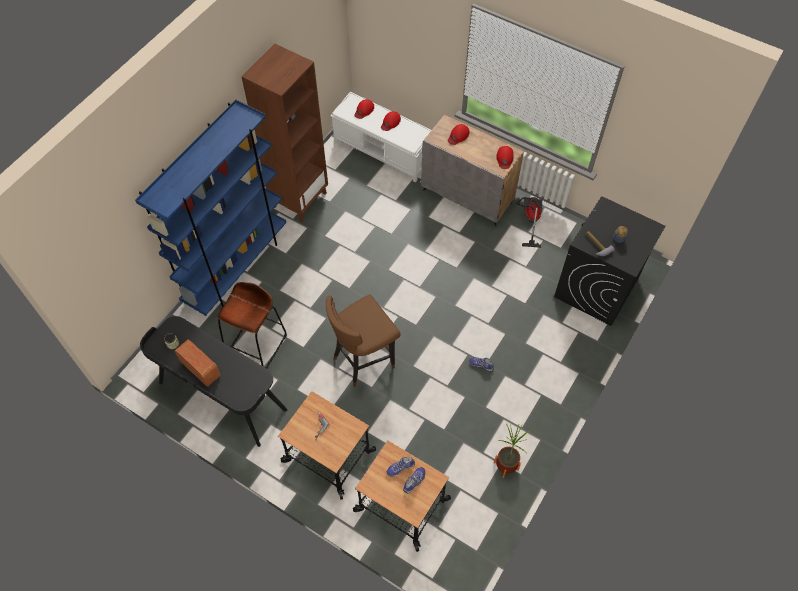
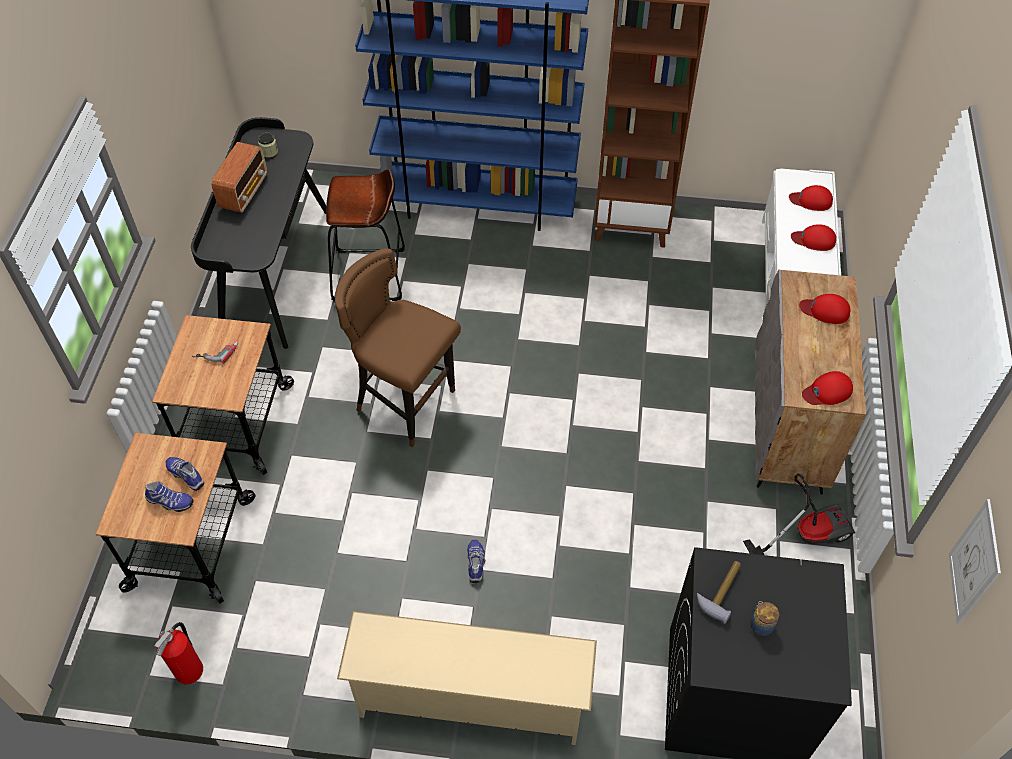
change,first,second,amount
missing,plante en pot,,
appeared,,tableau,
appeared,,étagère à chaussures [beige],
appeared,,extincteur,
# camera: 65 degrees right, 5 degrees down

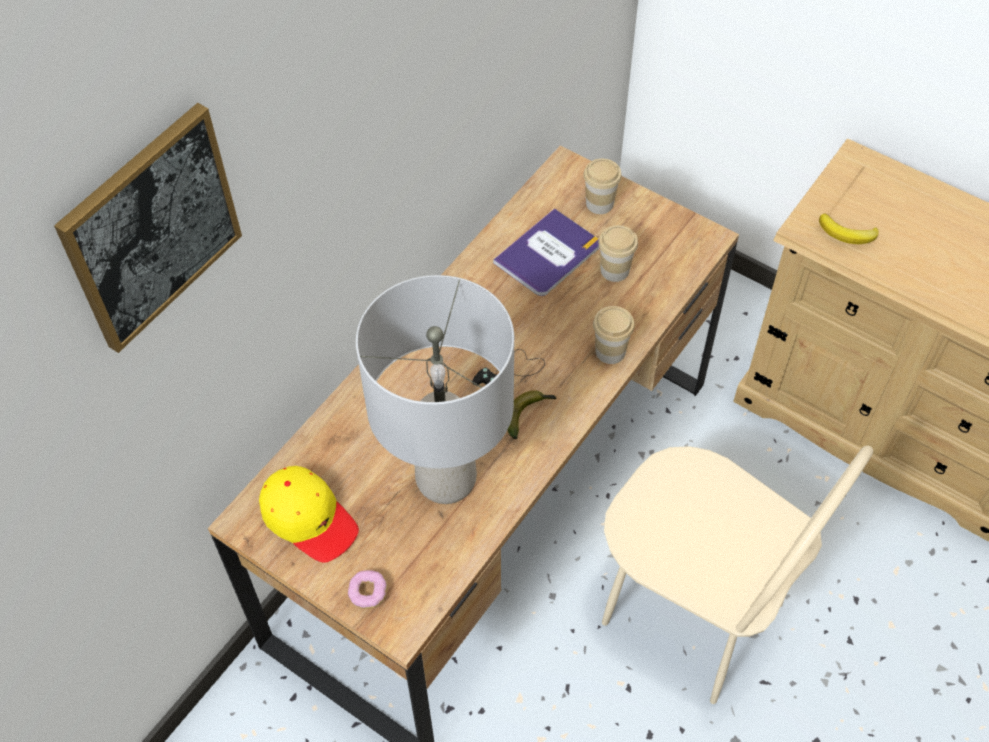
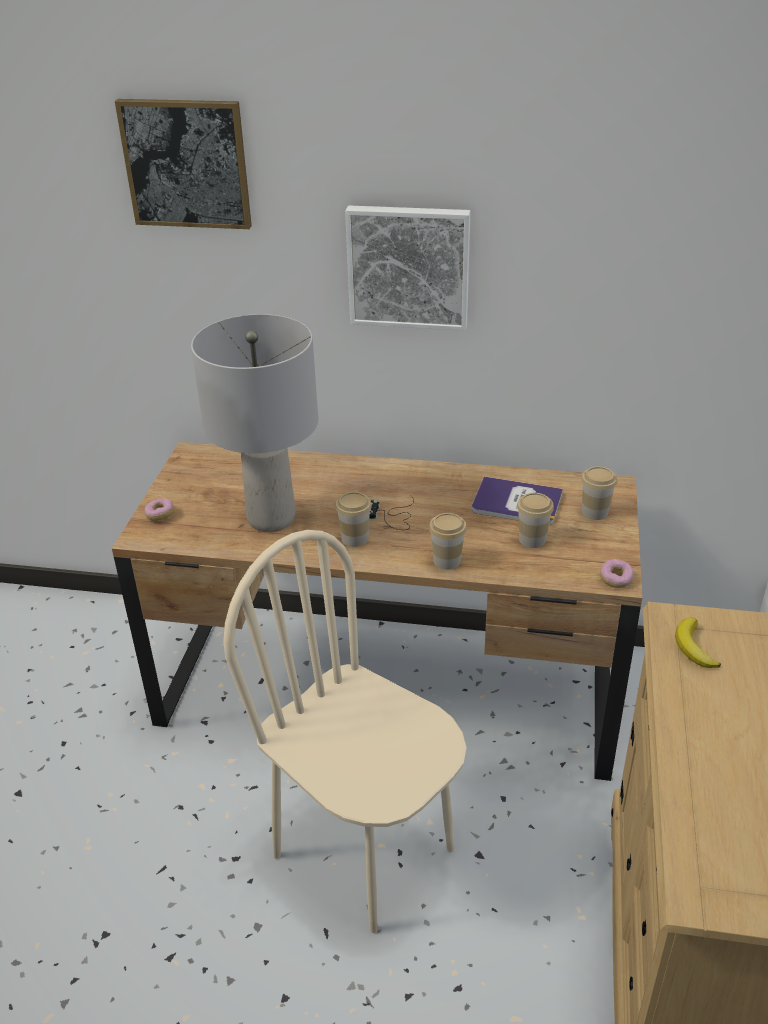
change,first,second,amount
exchanged,banane (no. 1 from left),tasse (no. 1 from left),
spun,chaise [beige],,120 degrees clockwise
missing,casquette [jaune],,
appeared,,tableau (no. 2 from left),
appeared,,beignet (no. 2 from left),
# camera: 65 degrees right, 20 degrees down

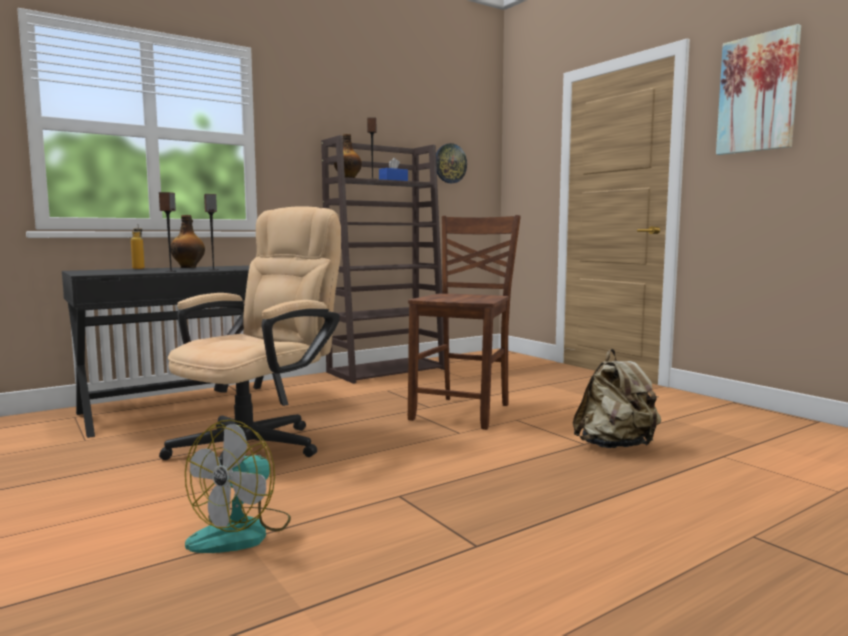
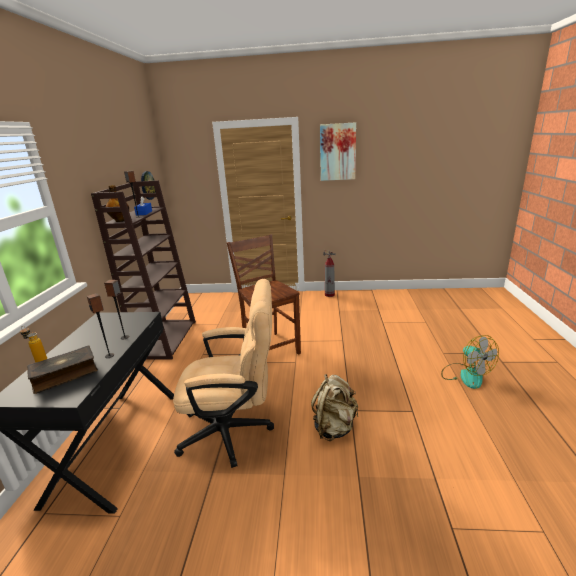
change,first,second,amount
spun,chaise de bureau [beige],,105 degrees clockwise
missing,bouteille (no. 2 from left),,
relocated,sac à dos [beige],,
relocated,ventilateur,,
appeared,,extincteur,
appeared,,livre,
# camera: 50 degrees left, 15 degrees up

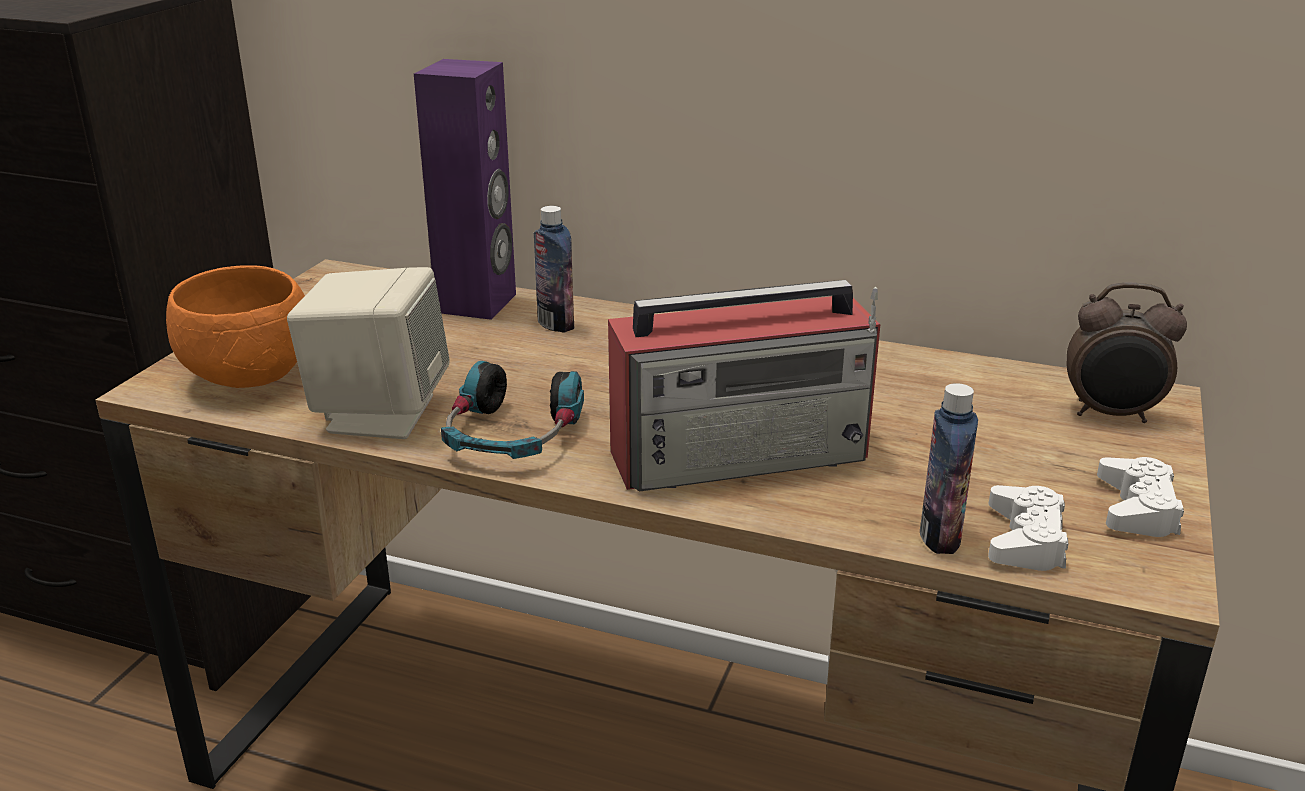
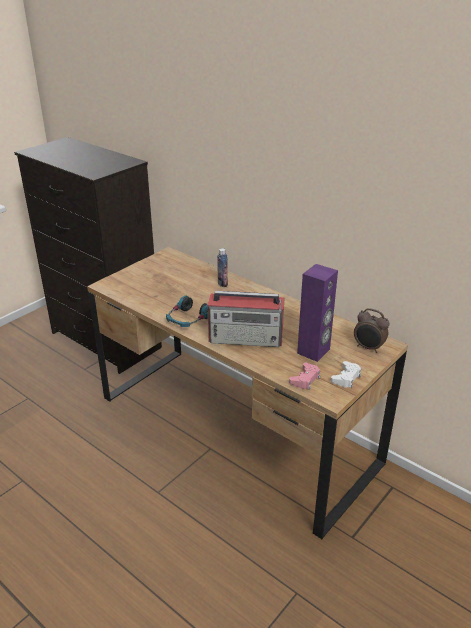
change,first,second,amount
relocated,enceinte [violet],,
missing,bol [orange],,
missing,enceinte [beige],,
missing,bouteille (no. 2 from left),,
colour,manette [blanc] (no. 1 from left),manette [rose],
# camera: 20 degrees right, 5 degrees up

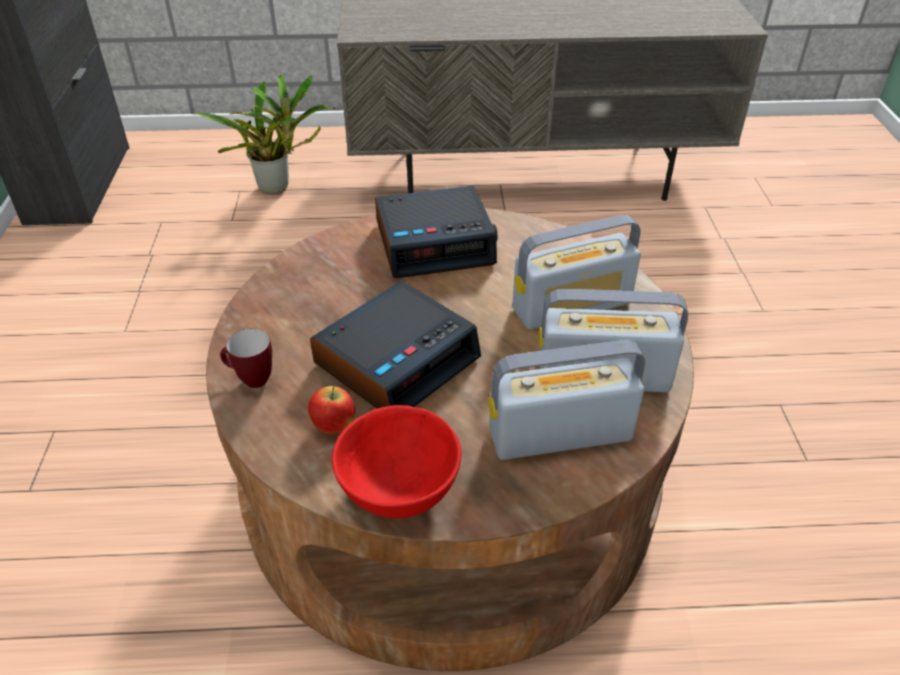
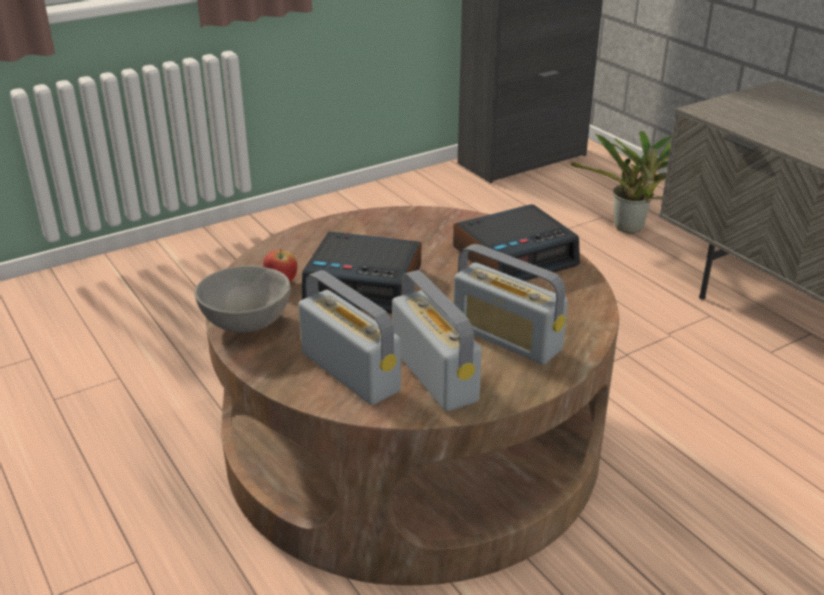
change,first,second,amount
spun,réveil (no. 2 from left),,75 degrees counterclockwise
missing,mug,,
colour,bol [rouge],bol [gris],
# camera: 60 degrees right, 10 degrees down

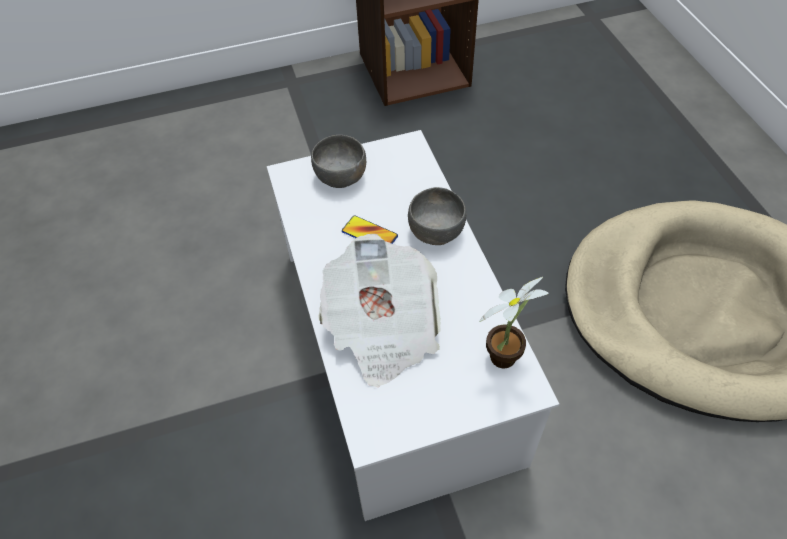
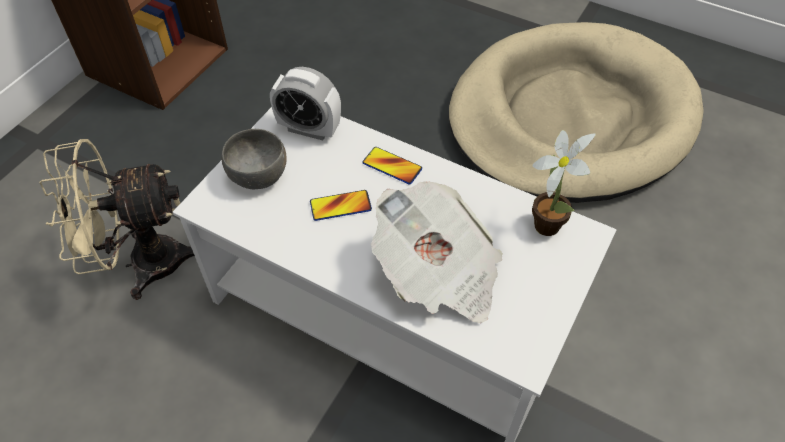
change,first,second,amount
exchanged,bol [gris] (no. 2 from left),téléphone (no. 2 from left),
appeared,,réveil,
appeared,,ventilateur [beige],
# camera: 45 degrees left, 0 degrees up

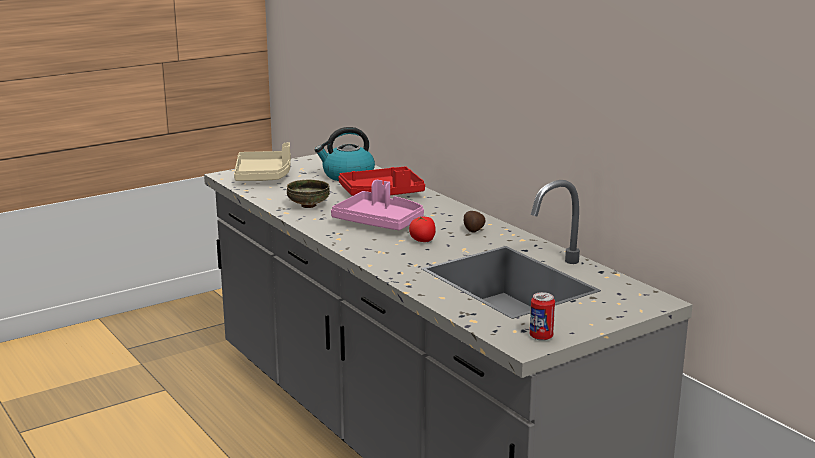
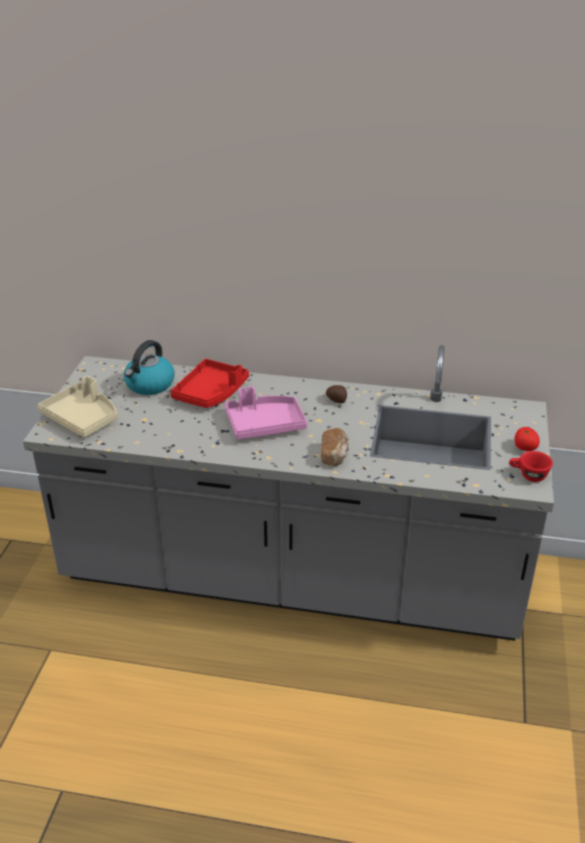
change,first,second,amount
missing,bol,,
relocated,tomate,,
exchanged,boîte métallique,tasse [rouge],
appeared,,pain,
# camera: 45 degrees left, 15 degrees up

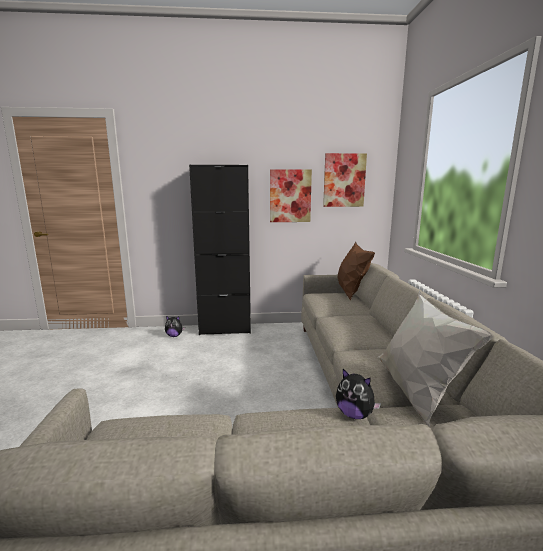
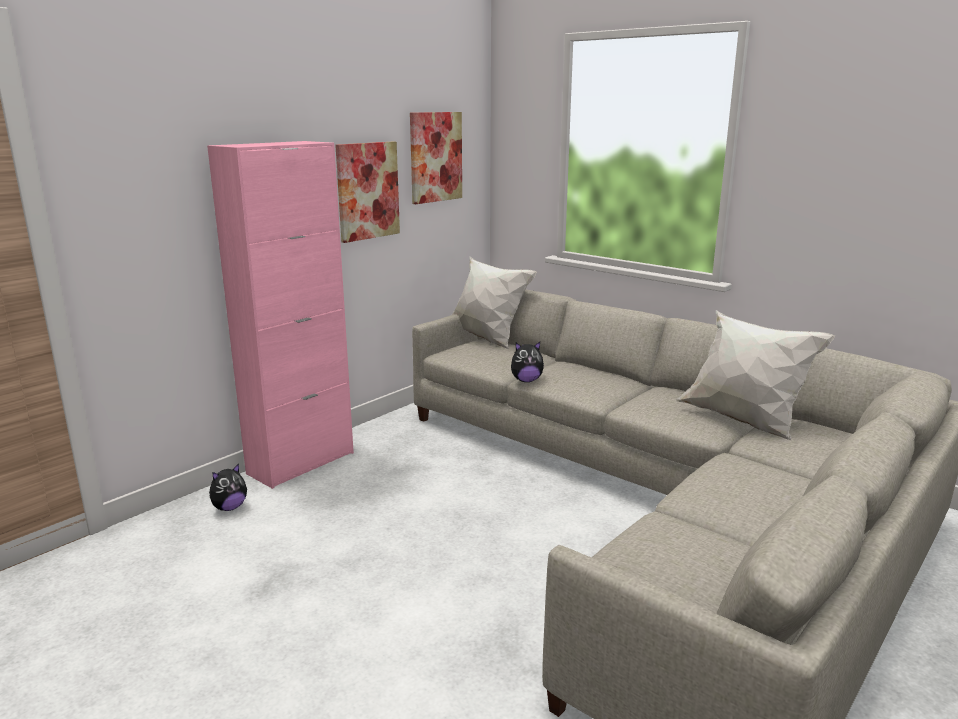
change,first,second,amount
colour,meuble de rangement [noir],meuble de rangement [rose],
colour,coussin [marron],coussin [blanc] (no. 1 from left),
relocated,peluche (no. 2 from left),,
# camera: 45 degrees left, 5 degrees up

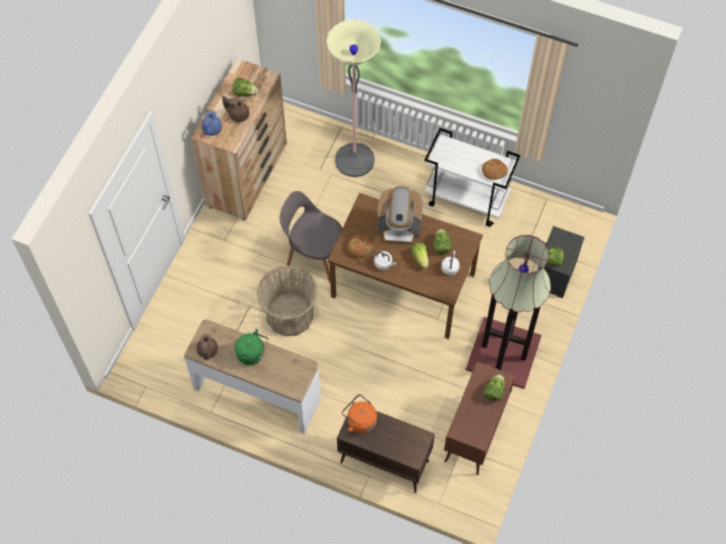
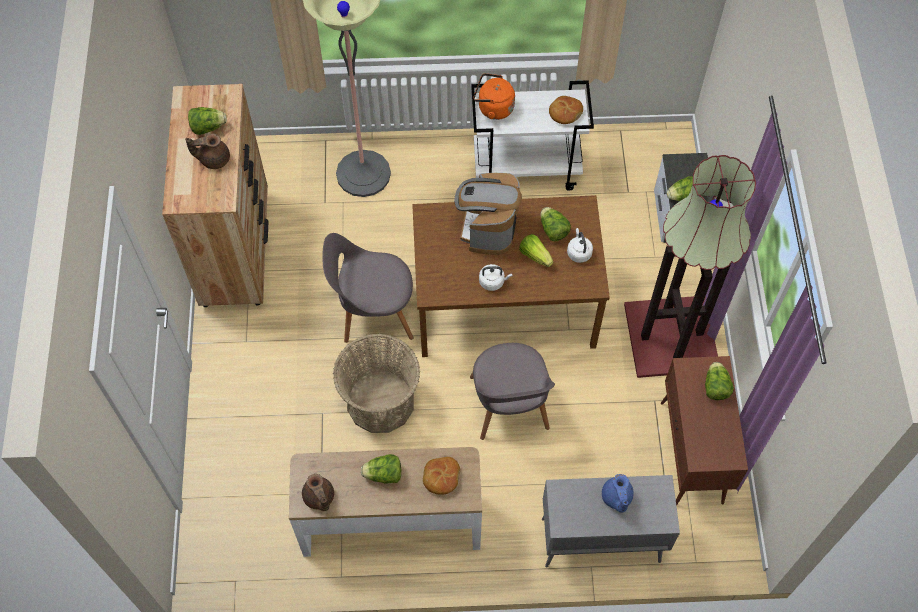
change,first,second,amount
relocated,théière [bleu],,
spun,machine à café,,120 degrees clockwise
relocated,pain (no. 1 from left),,
exchanged,bouilloire [vert],laitue (no. 2 from left),
relocated,bouilloire [orange],,
colour,meuble de rangement [marron] (no. 1 from left),meuble de rangement [gris],
appeared,,chaise [gris] (no. 2 from left),
# camera: 25 degrees left, 0 degrees up

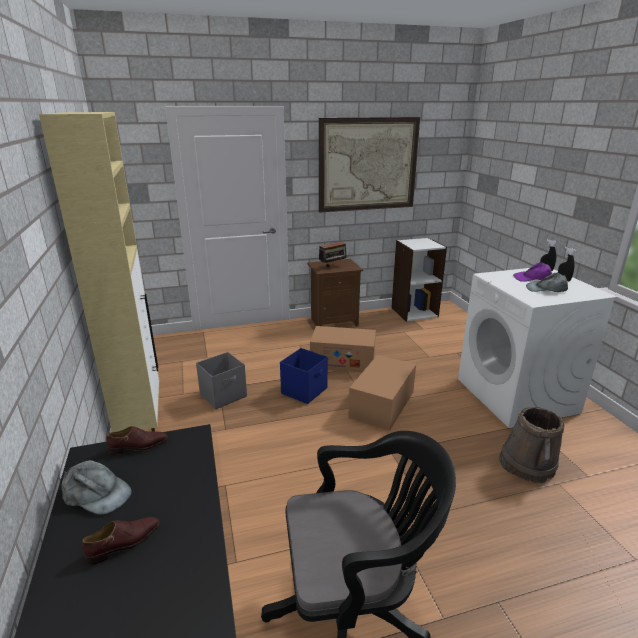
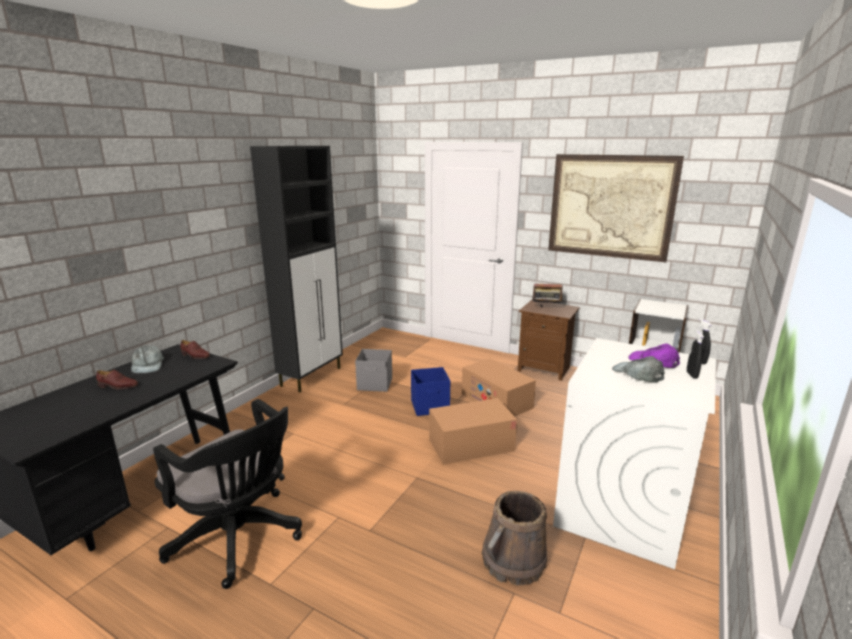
change,first,second,amount
colour,meuble de rangement [beige],meuble de rangement [noir],
# camera: 45 degrees right, 5 degrees down

